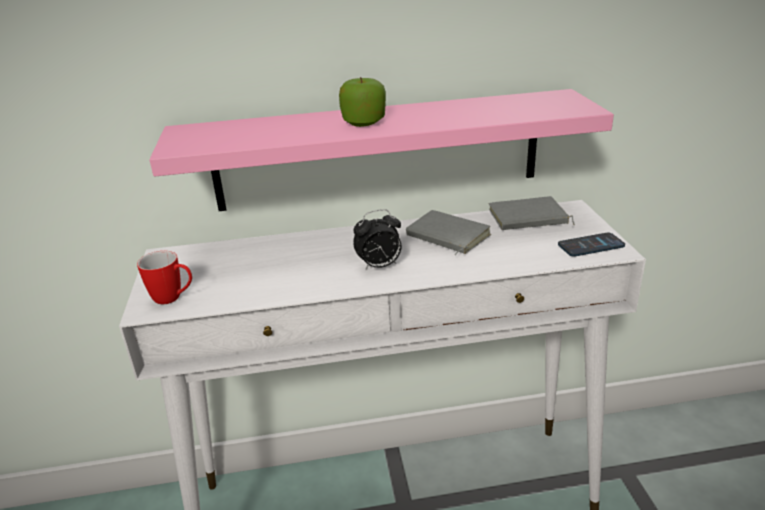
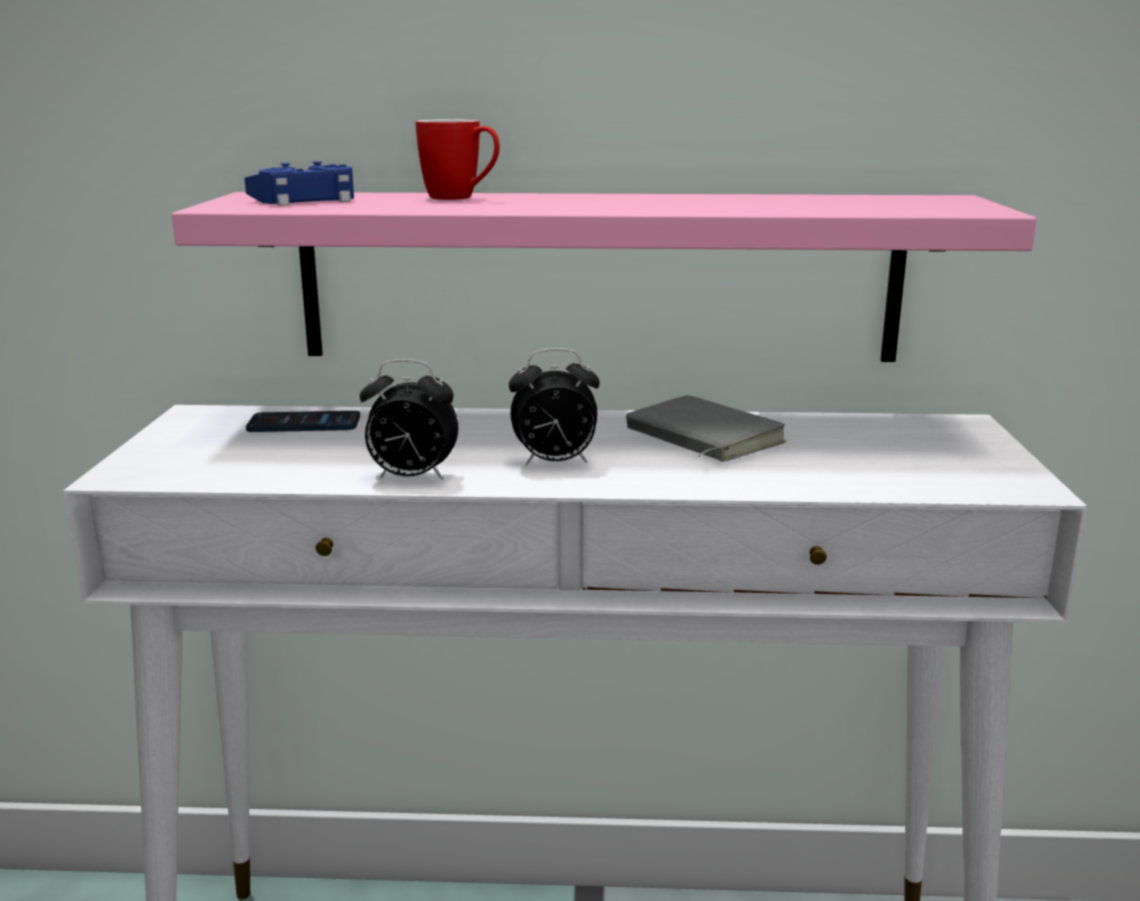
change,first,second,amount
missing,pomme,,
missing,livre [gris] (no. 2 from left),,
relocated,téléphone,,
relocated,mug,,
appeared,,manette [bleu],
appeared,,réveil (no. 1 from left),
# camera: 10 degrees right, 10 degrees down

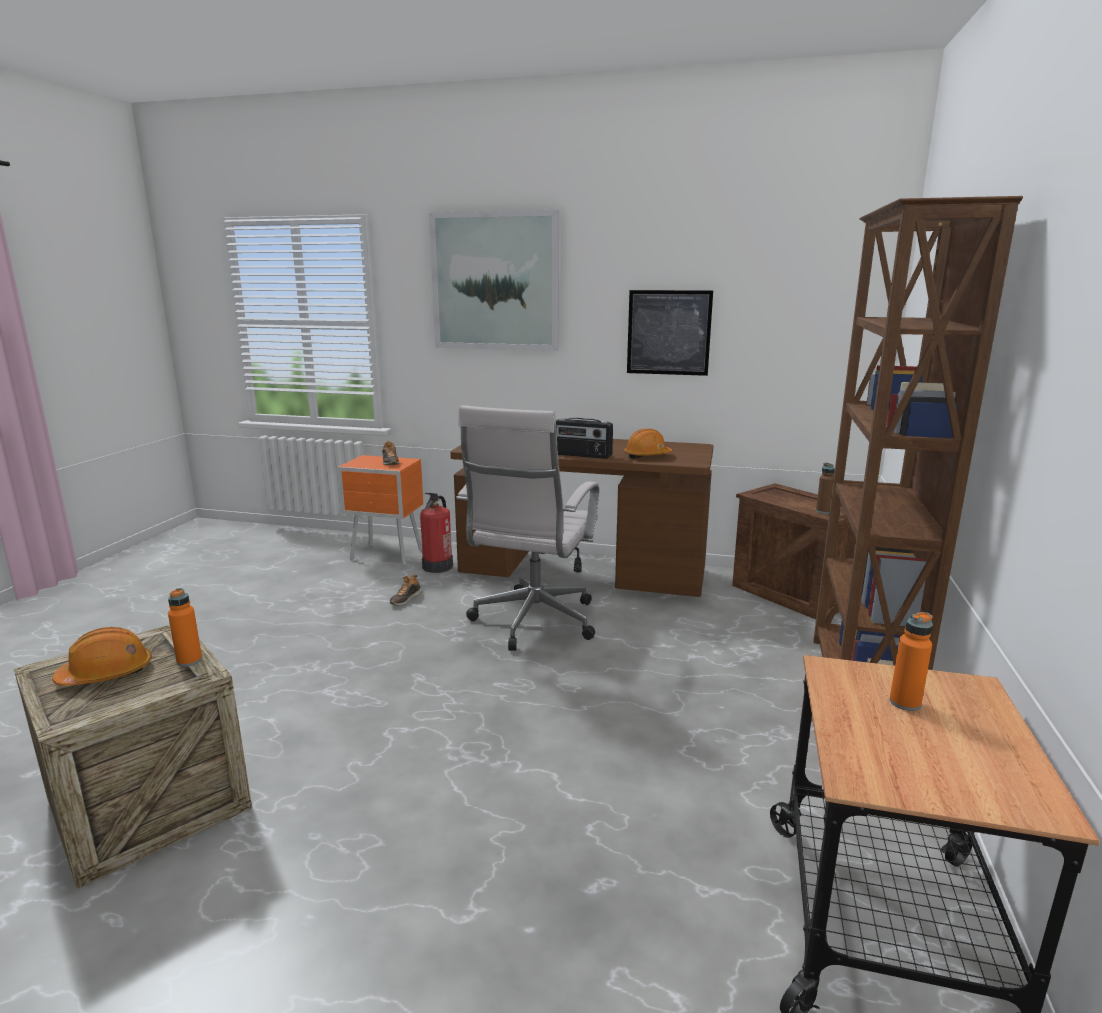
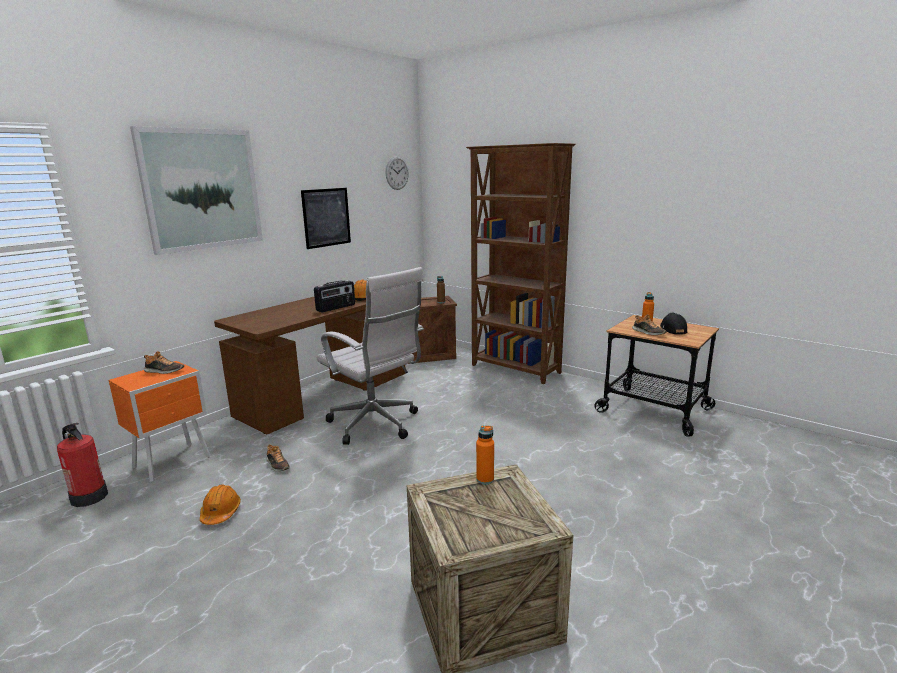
change,first,second,amount
relocated,extincteur,,
relocated,casque de chantier [orange] (no. 1 from left),,
appeared,,horloge murale,
appeared,,casquette [noir],
appeared,,chaussure (no. 3 from left),
# camera: 65 degrees left, 0 degrees up

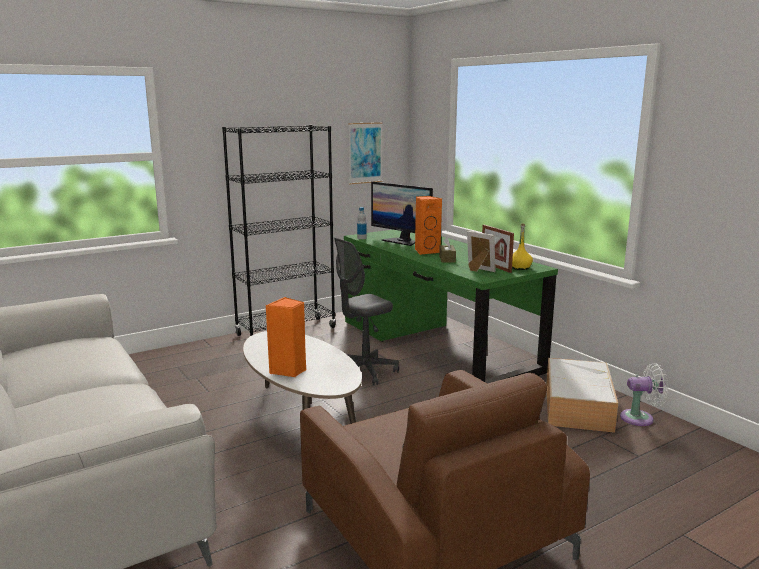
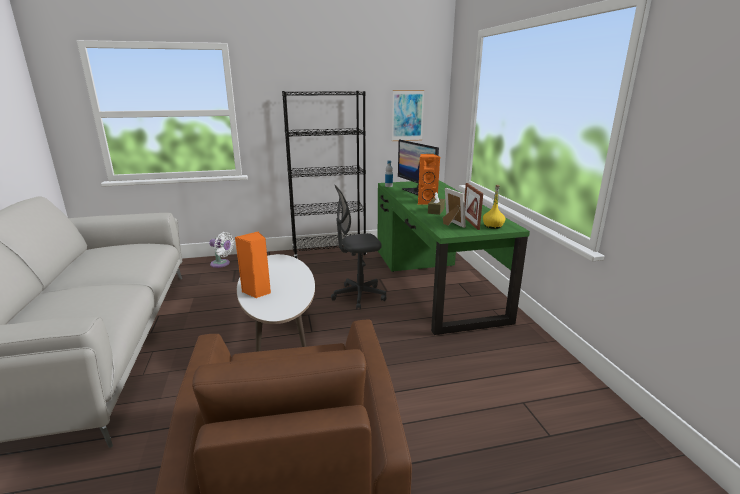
change,first,second,amount
missing,boîte de rangement,,
relocated,ventilateur [blanc],,
# camera: 20 degrees right, 5 degrees up

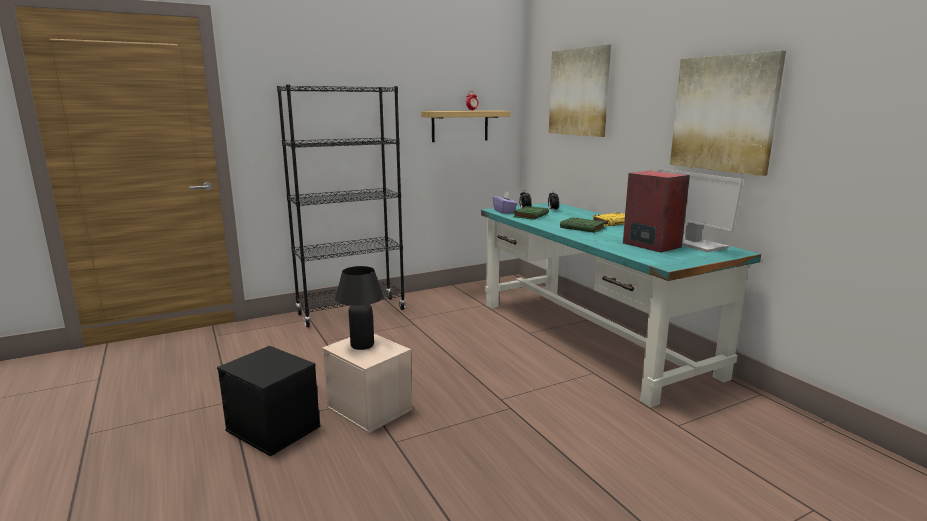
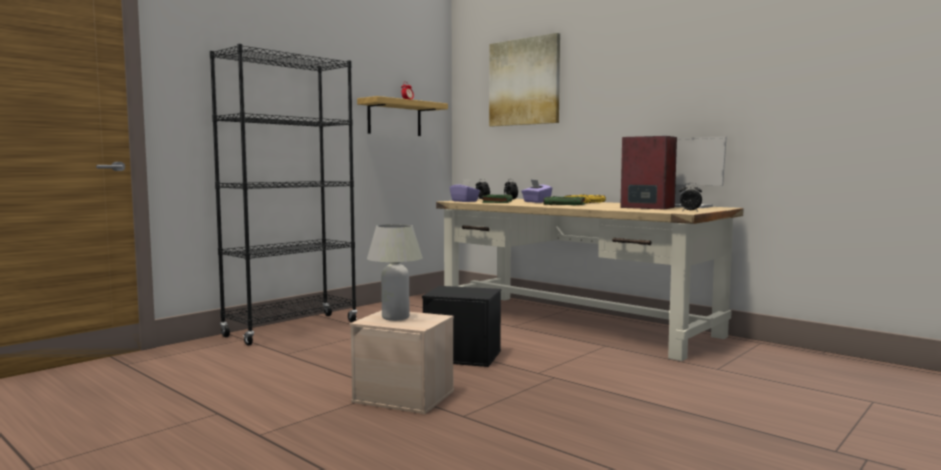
change,first,second,amount
missing,tableau (no. 2 from left),,
colour,bureau [turquoise],bureau [beige],
colour,lampe de table [noir],lampe de table [blanc],
relocated,boîte de rangement [noir],,
appeared,,boîte à mouchoirs [violet] (no. 2 from left),
appeared,,réveil (no. 4 from left),
# camera: 20 degrees left, 10 degrees down

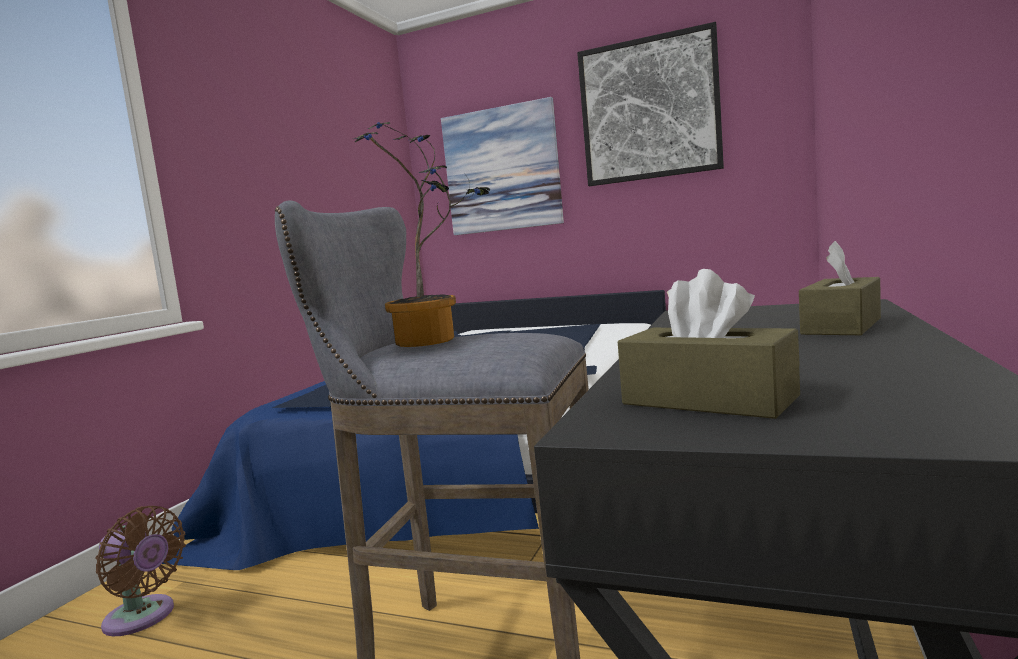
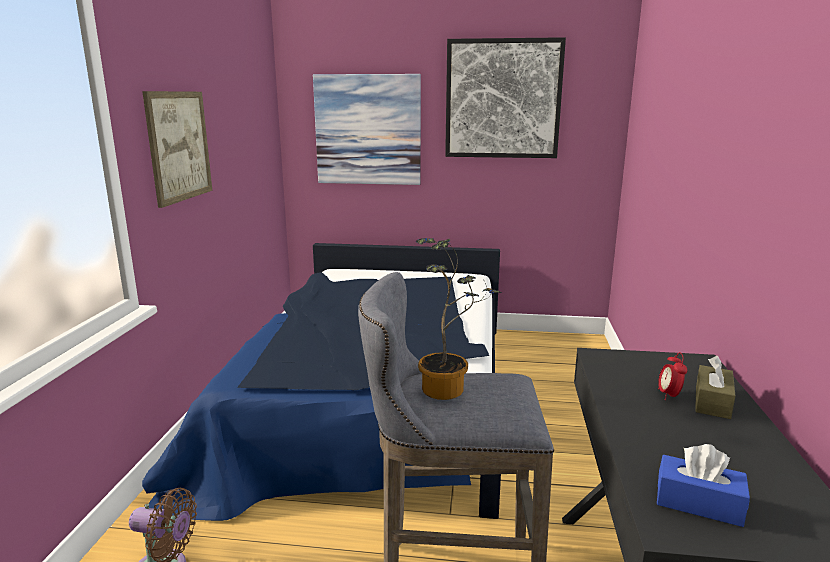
change,first,second,amount
colour,boîte à mouchoirs [marron] (no. 1 from left),boîte à mouchoirs [bleu],
appeared,,tableau (no. 1 from left),
appeared,,réveil,
# camera: 15 degrees left, 10 degrees up

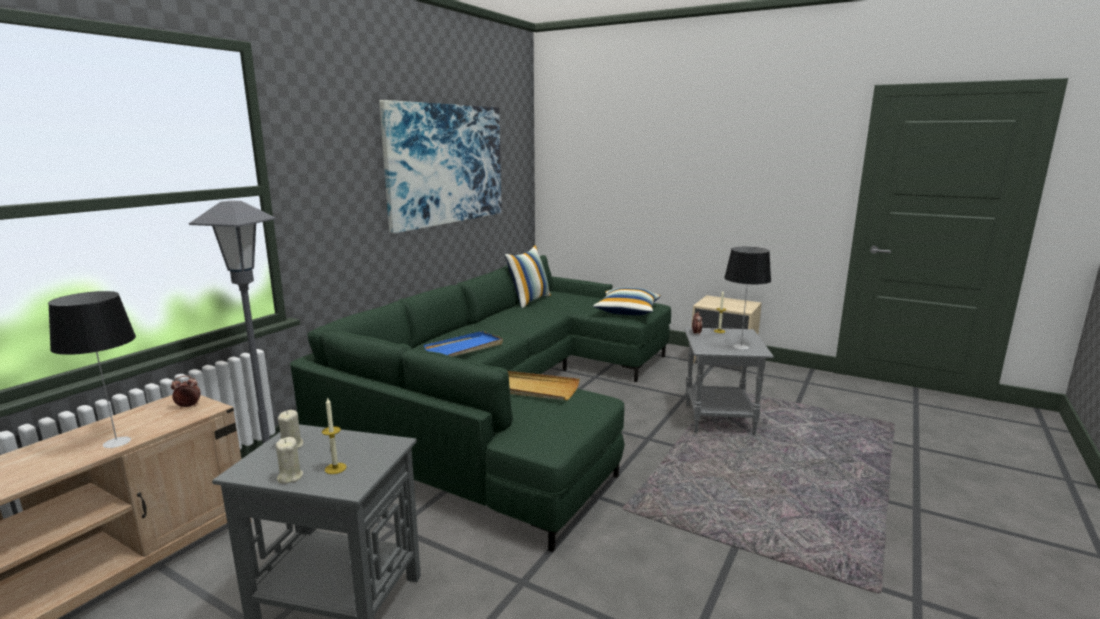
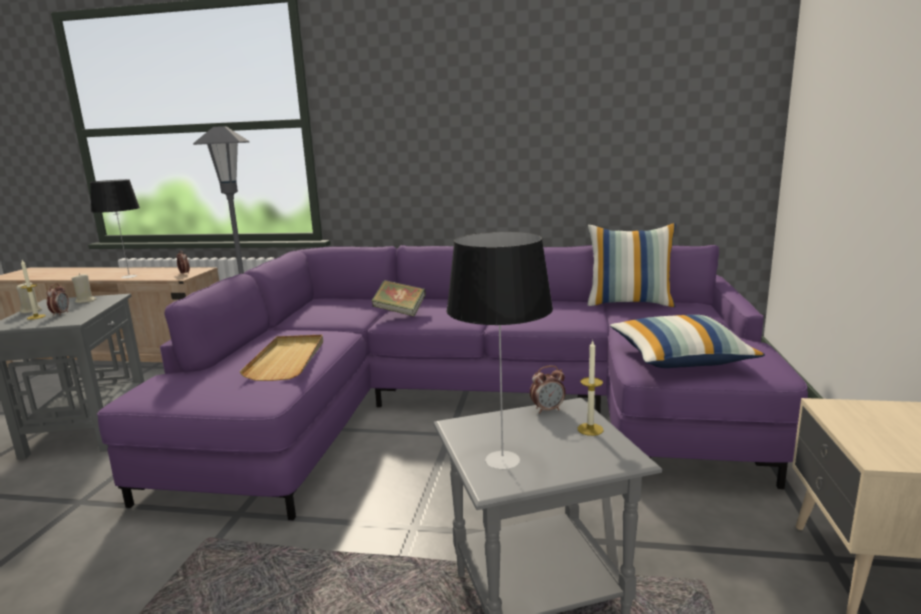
change,first,second,amount
missing,tableau,,
colour,canapé [vert],canapé [violet],
exchanged,plateau [bleu],livre,
appeared,,réveil (no. 1 from left),
# camera: 70 degrees right, 0 degrees up

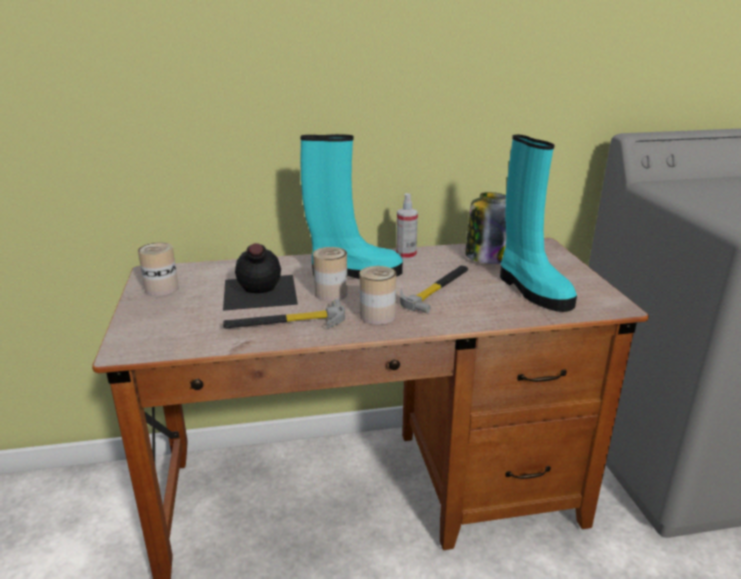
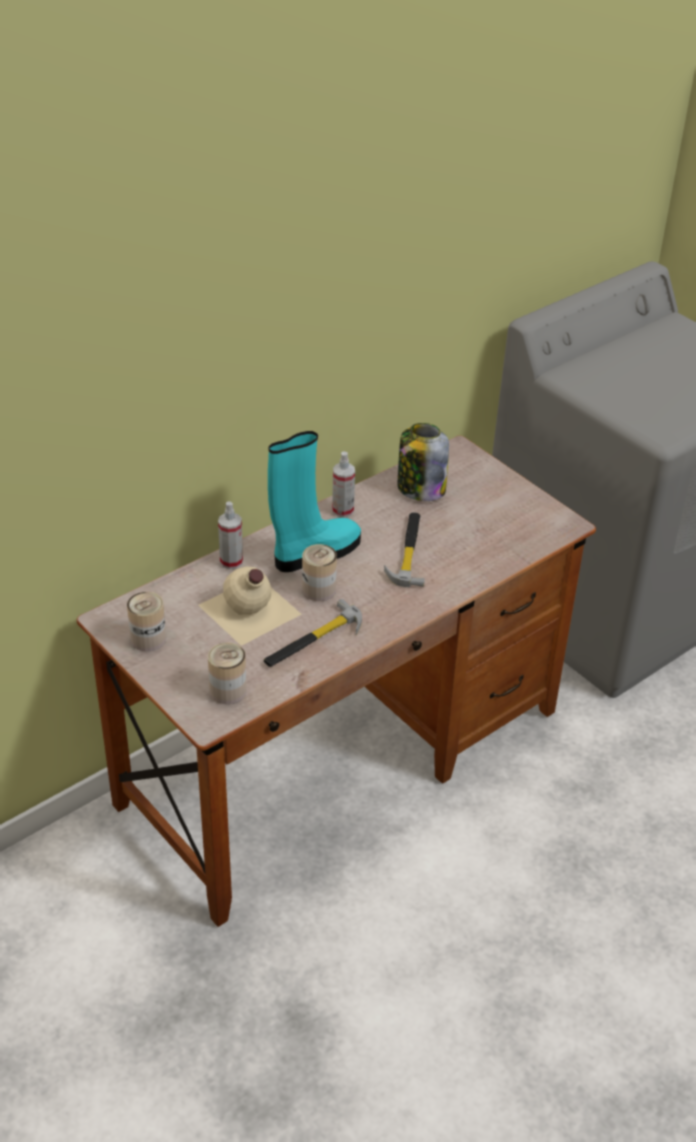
change,first,second,amount
missing,botte [turquoise] (no. 2 from left),,
colour,bouteille [noir],bouteille [beige],
relocated,boîte métallique (no. 3 from left in the first image),boîte métallique (no. 2 from left),
appeared,,vaporisateur (no. 1 from left),
# camera: 30 degrees left, 15 degrees up

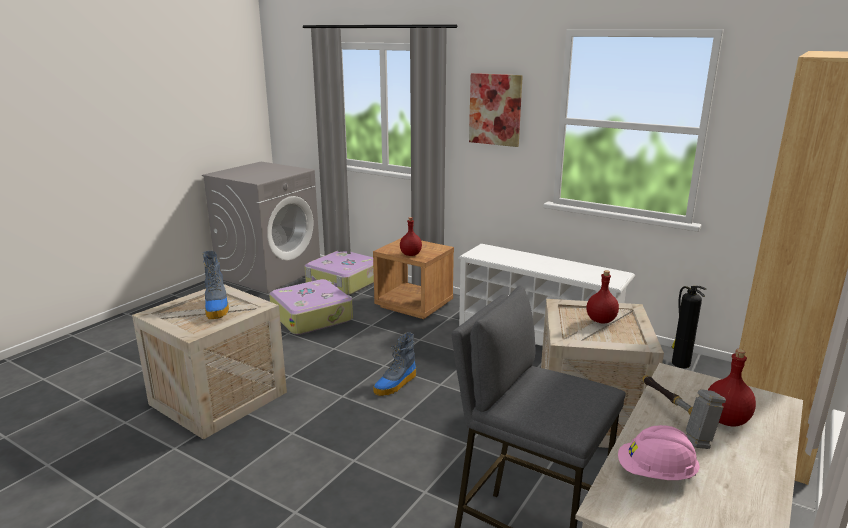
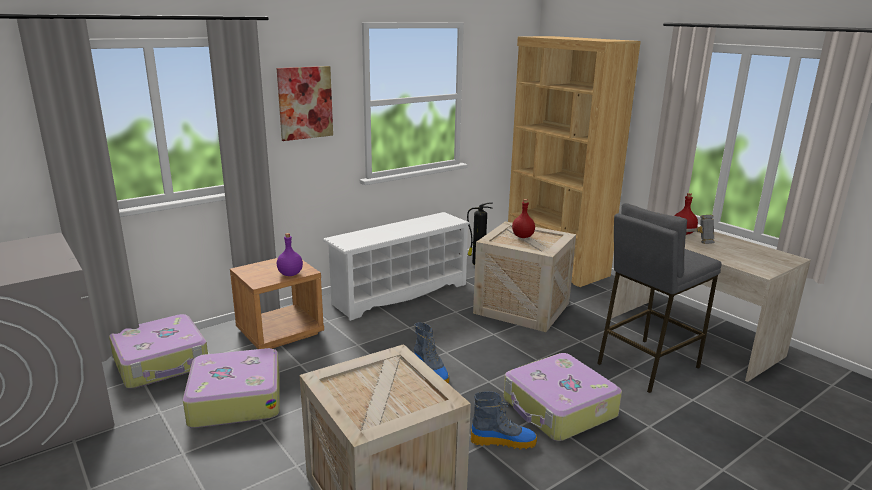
change,first,second,amount
colour,bouteille [rouge] (no. 1 from left),bouteille [violet],
relocated,botte (no. 1 from left in the first image),botte (no. 2 from left),
missing,casque de chantier [rose],,
appeared,,valise (no. 3 from left),
# camera: 70 degrees left, 0 degrees up

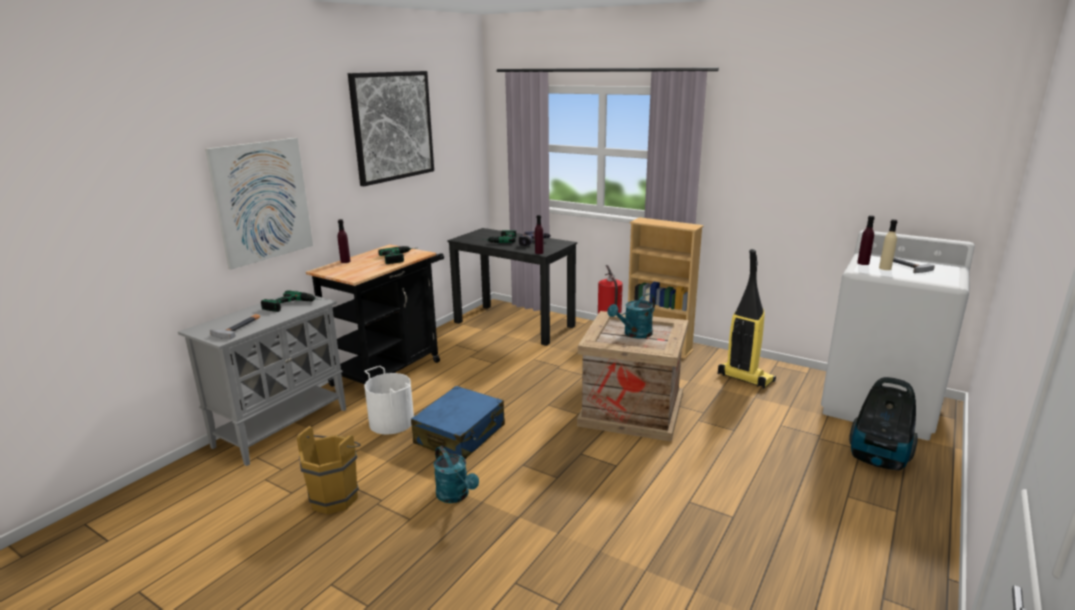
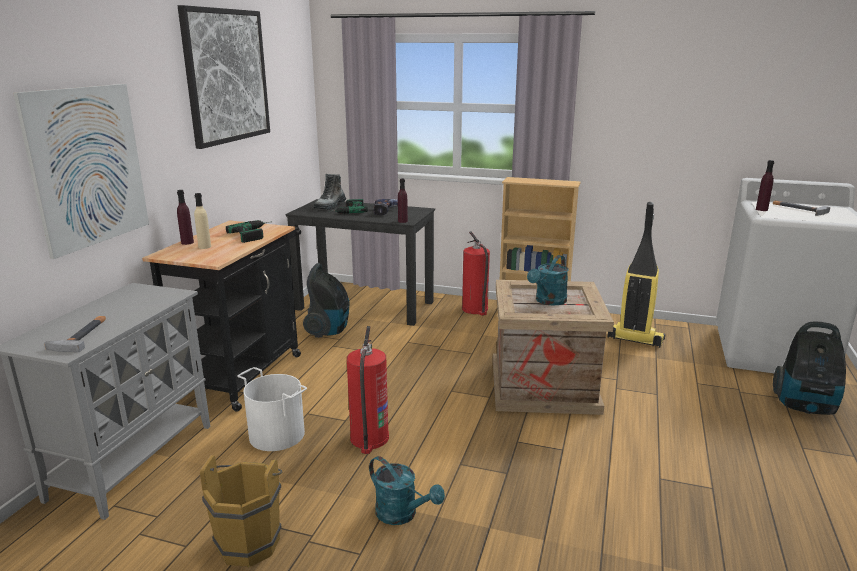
change,first,second,amount
relocated,bouteille [beige],,
missing,perceuse (no. 1 from left),,
exchanged,valise [bleu],extincteur (no. 1 from left),
appeared,,botte,
appeared,,aspirateur (no. 1 from left),
# camera: 15 degrees left, 0 degrees up

